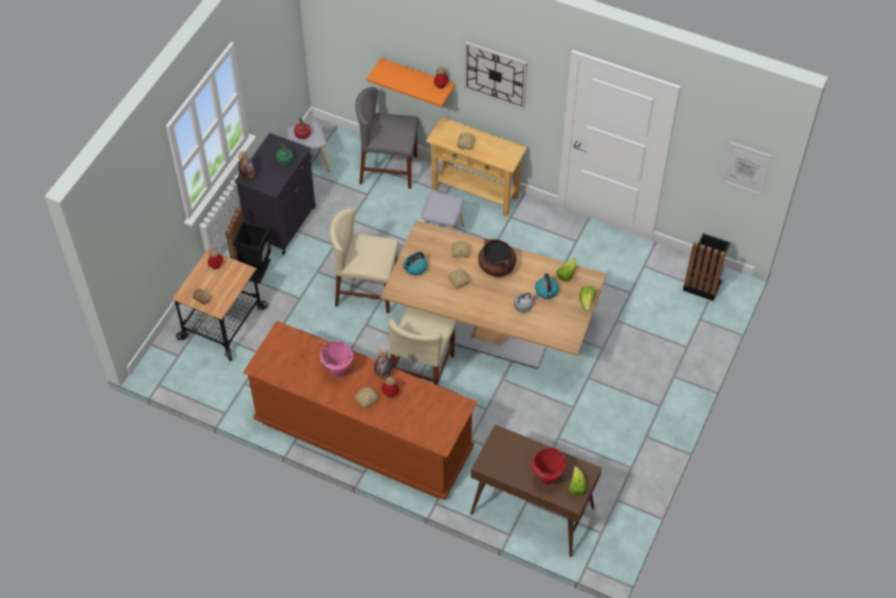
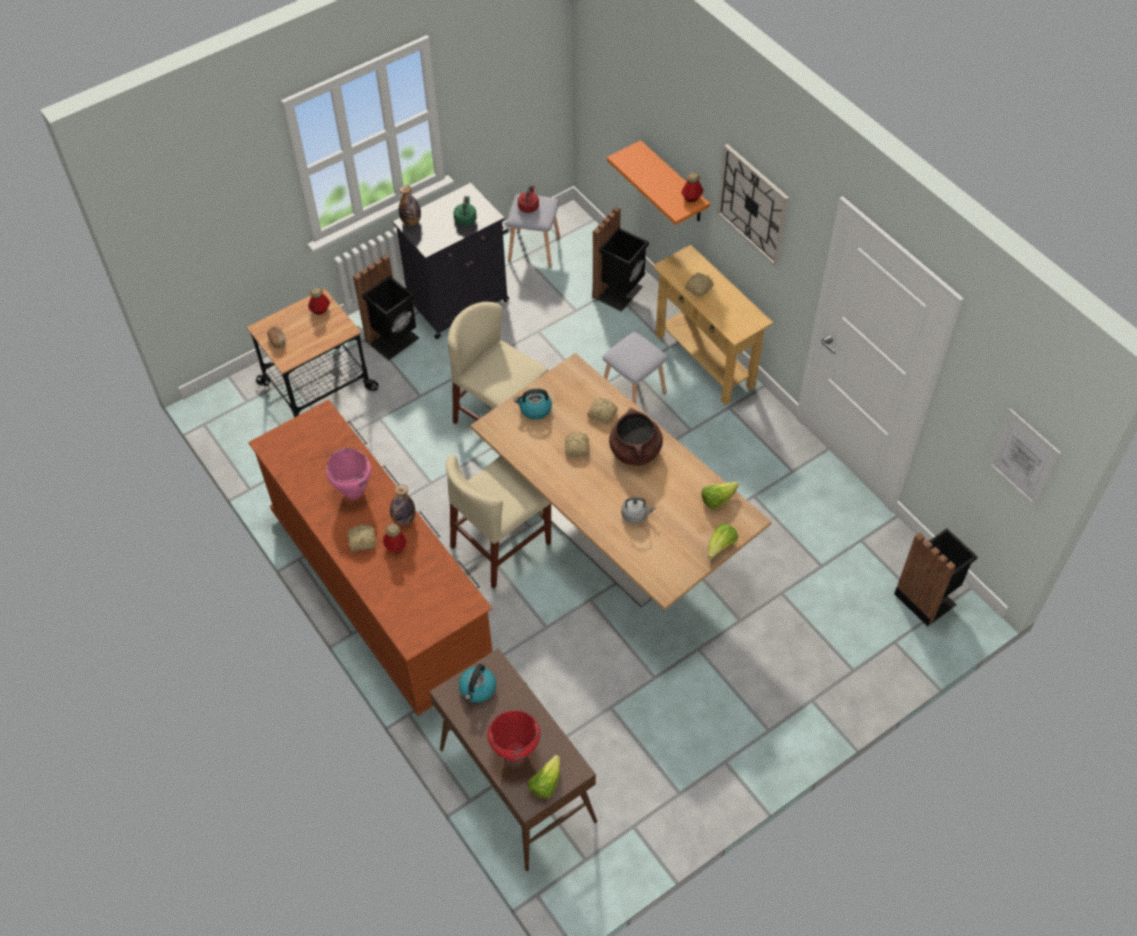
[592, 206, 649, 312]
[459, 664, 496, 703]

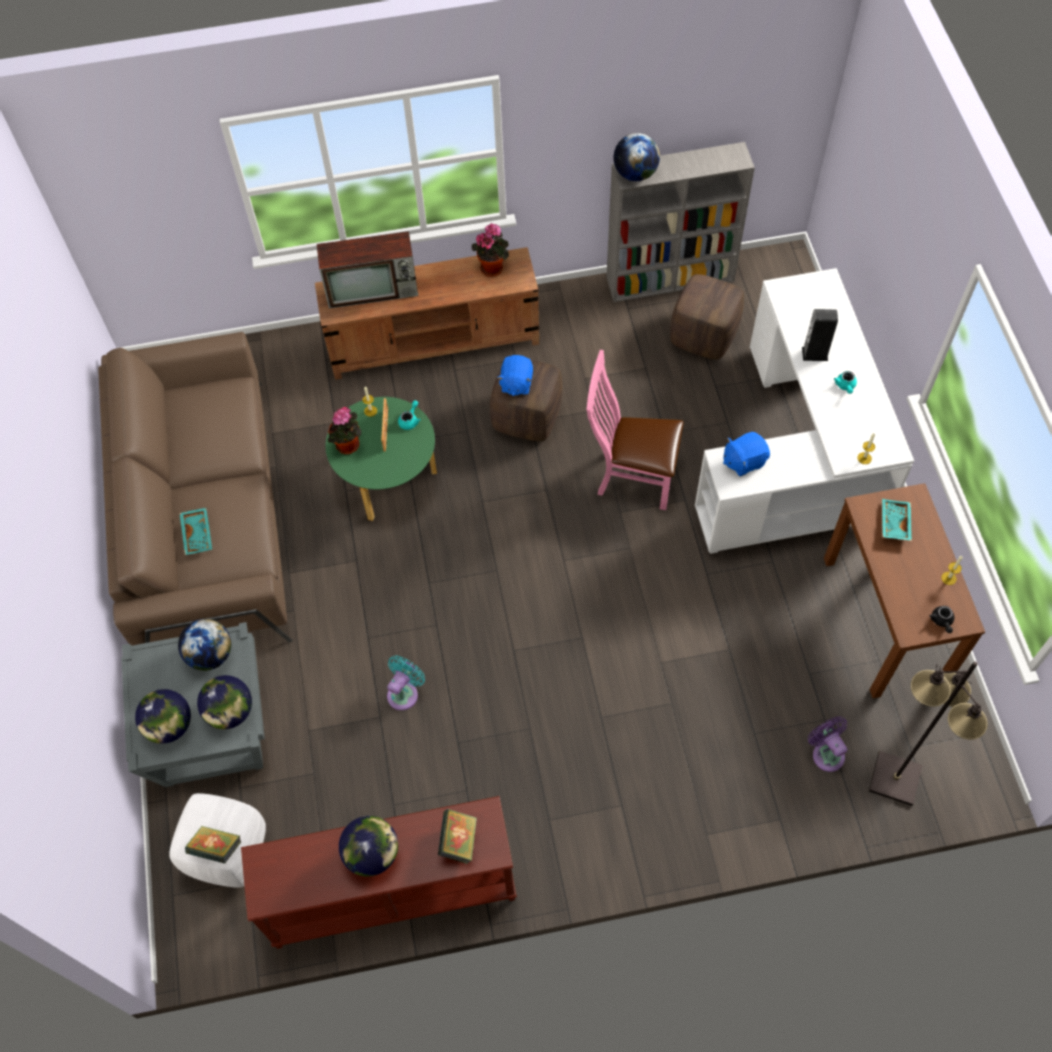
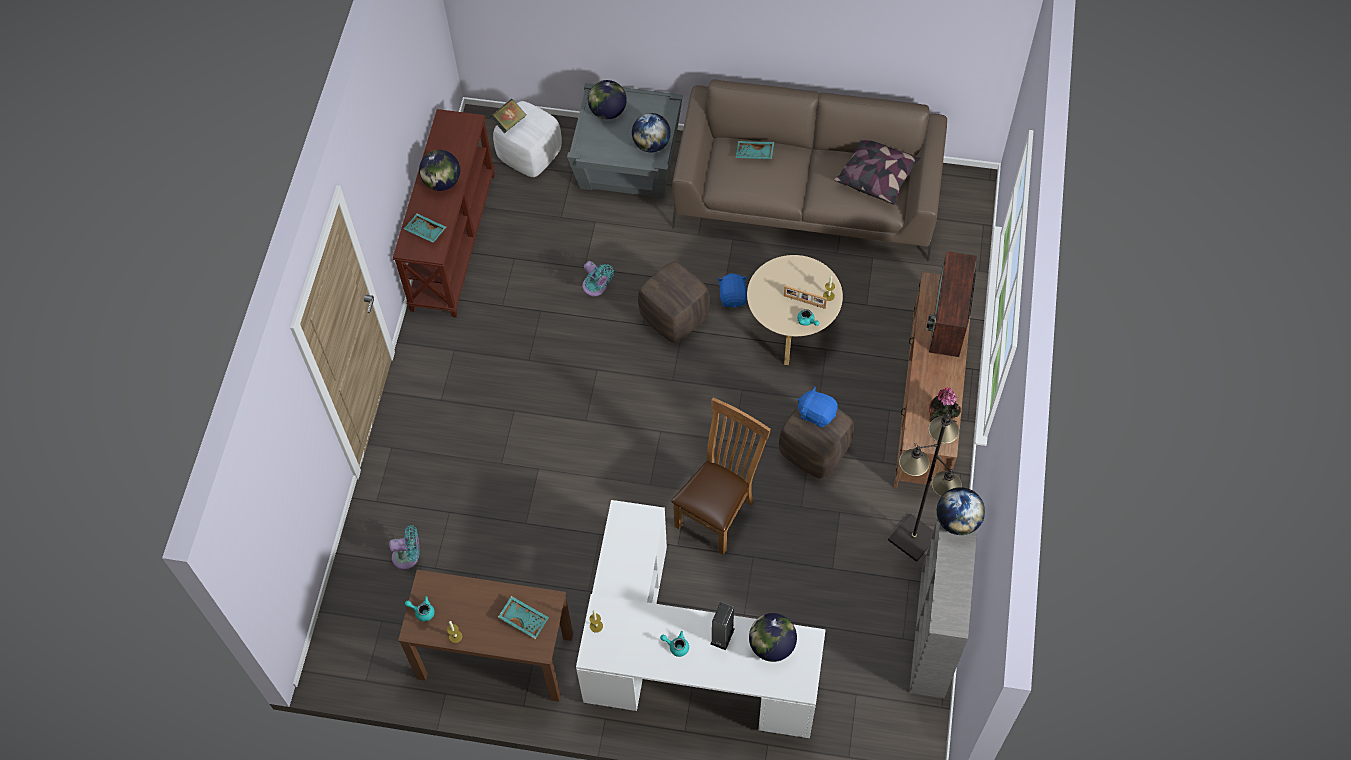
[749, 613, 797, 662]
[747, 255, 843, 365]
[327, 407, 361, 454] (first image)
[403, 214, 446, 243]
[671, 397, 771, 555]
[638, 262, 710, 343]
[718, 274, 747, 308]
[389, 525, 420, 570]
[888, 413, 962, 562]
[405, 596, 435, 622]
[834, 140, 920, 205]

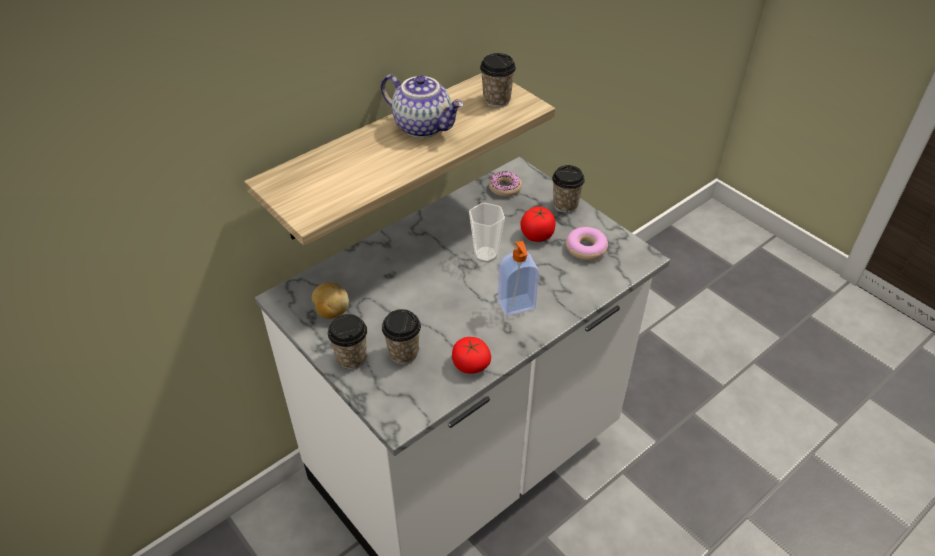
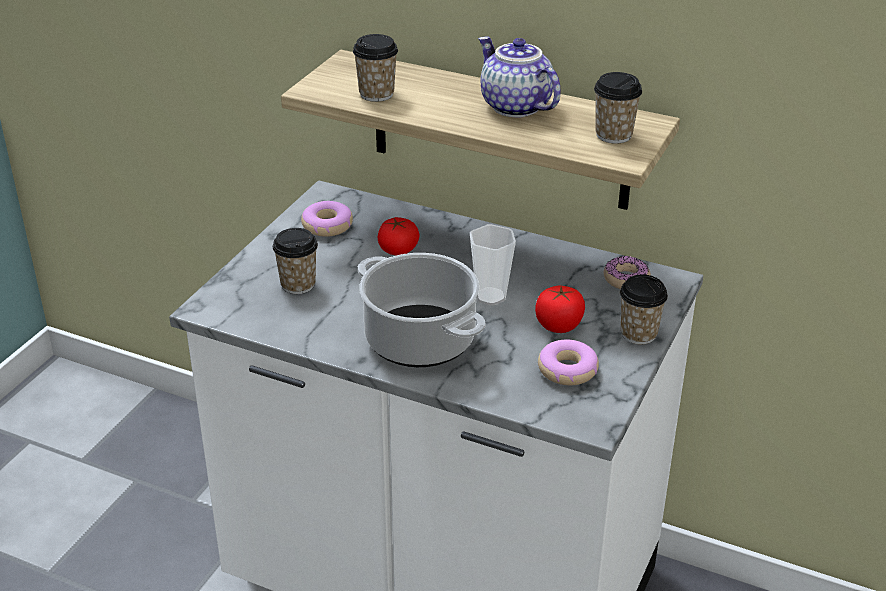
[301, 201, 353, 237]
[353, 34, 398, 102]
[478, 36, 561, 117]
[378, 217, 419, 255]
[358, 253, 486, 367]

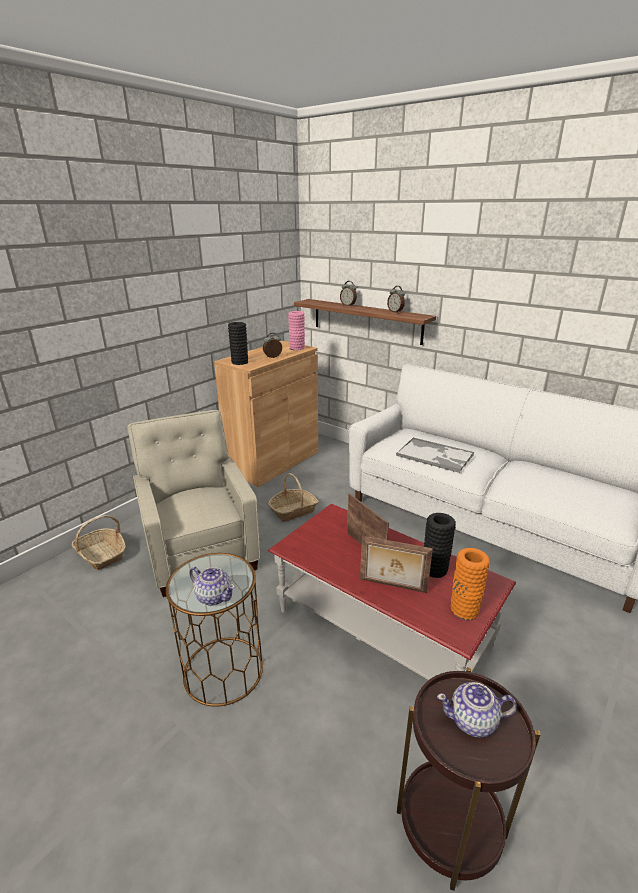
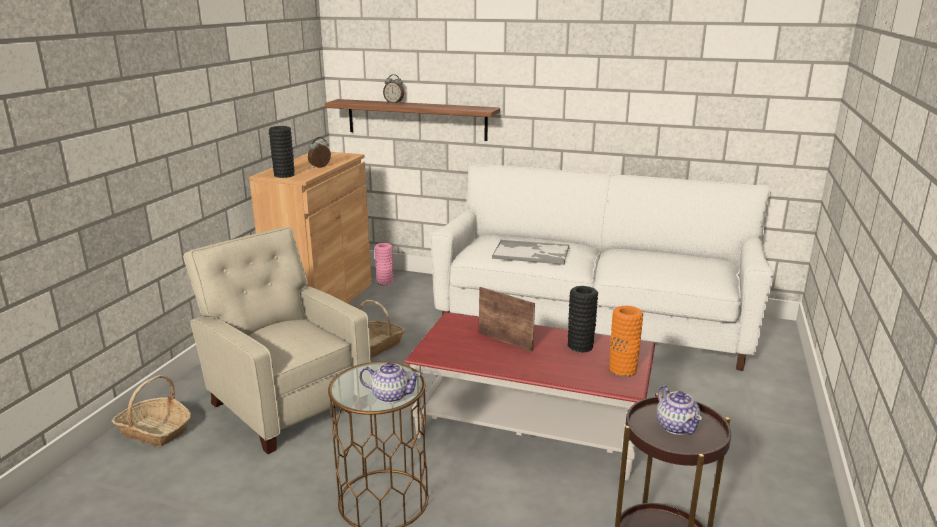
[374, 243, 393, 285]
[360, 536, 433, 593] (first image)
[387, 286, 405, 313] (first image)
[657, 386, 702, 435]

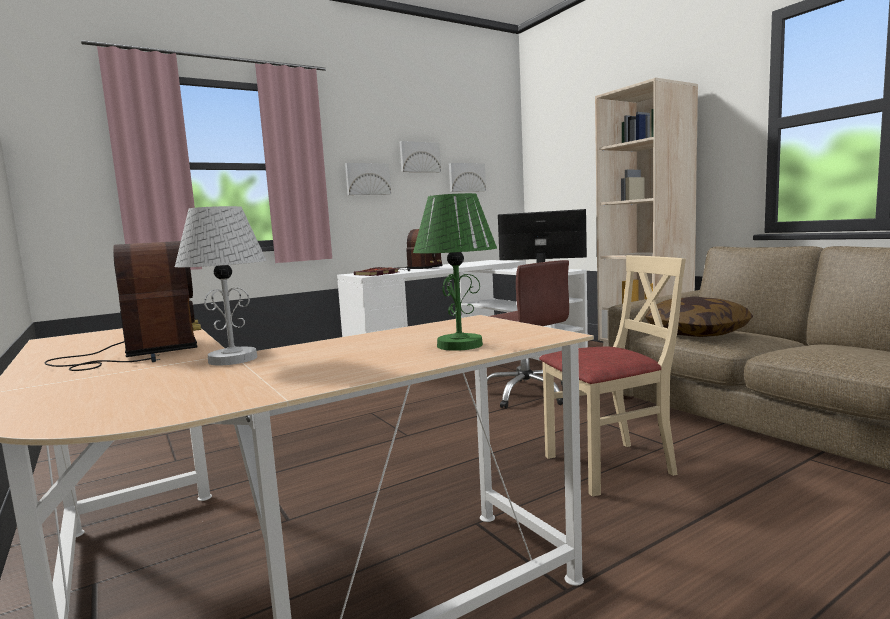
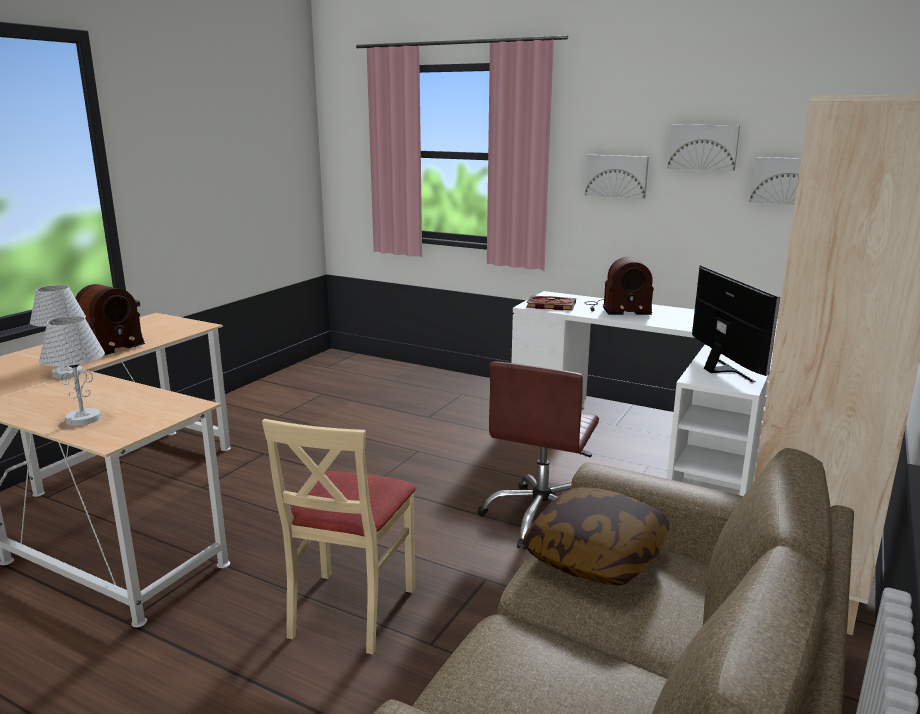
[39, 316, 105, 426]
[262, 419, 416, 654]

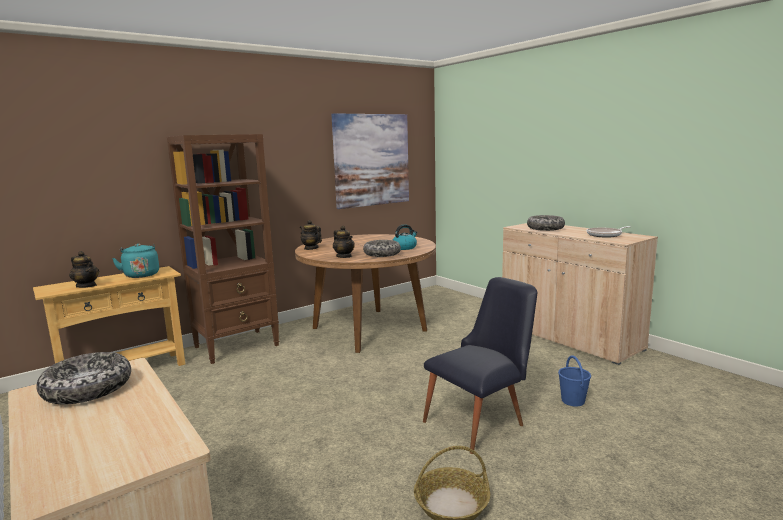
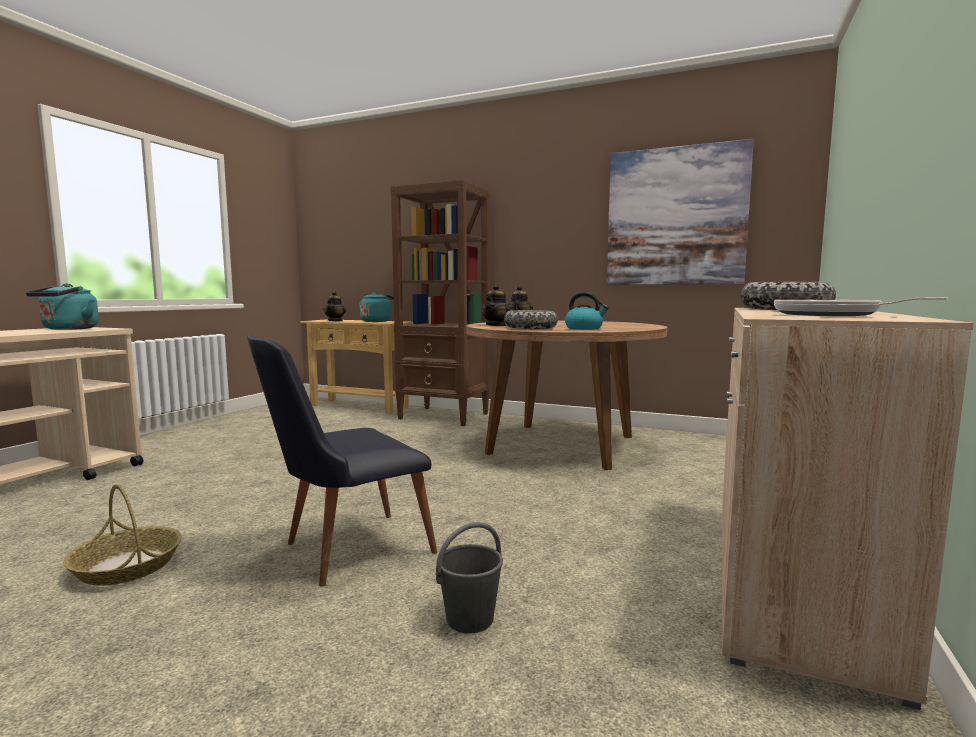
[26, 283, 99, 330]
[247, 335, 437, 587]
[436, 522, 503, 634]

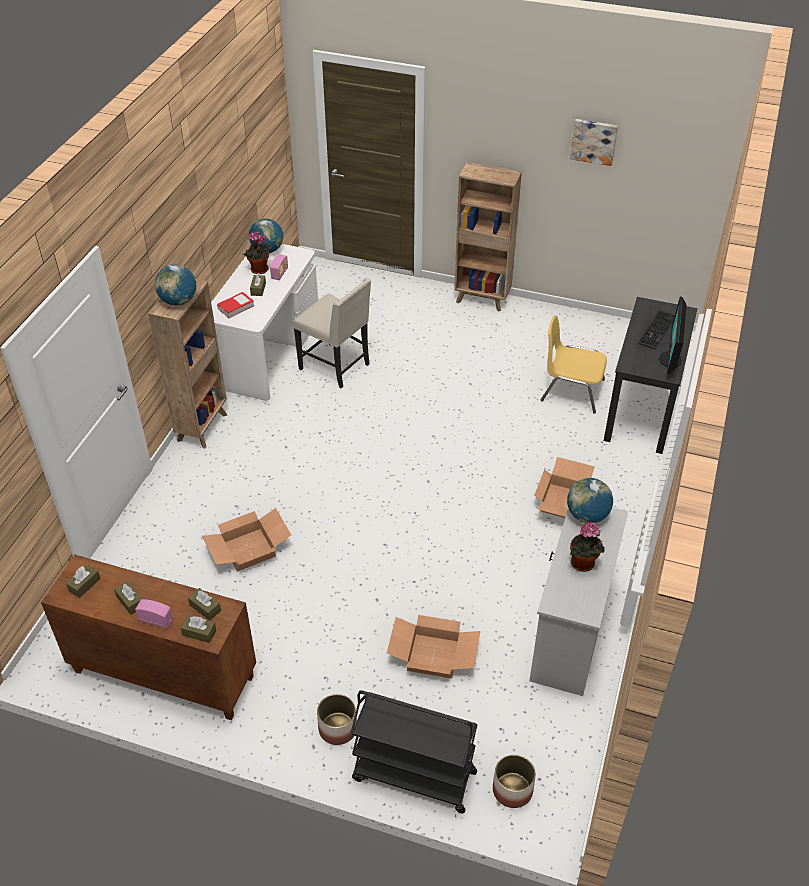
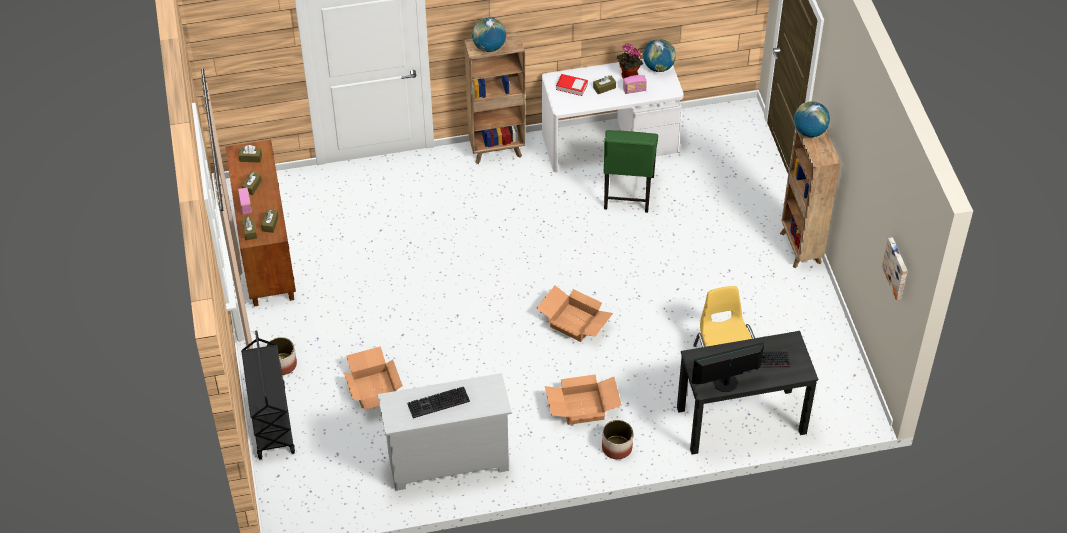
[537, 286, 613, 342]
[604, 130, 658, 213]
[602, 420, 633, 459]
[794, 101, 830, 137]
[882, 237, 907, 300]
[408, 387, 470, 418]

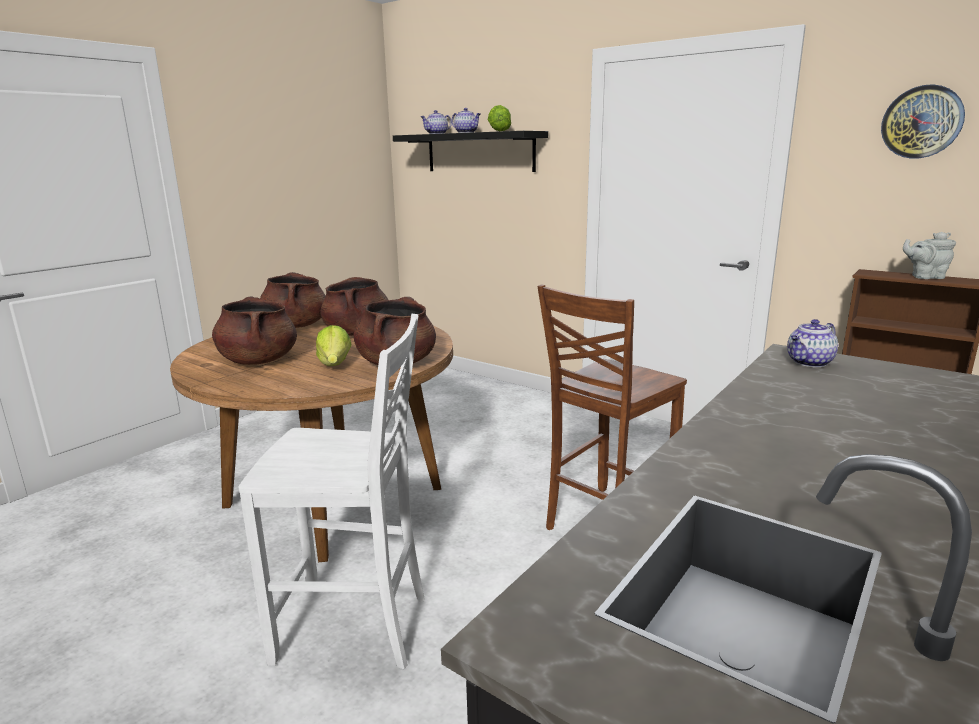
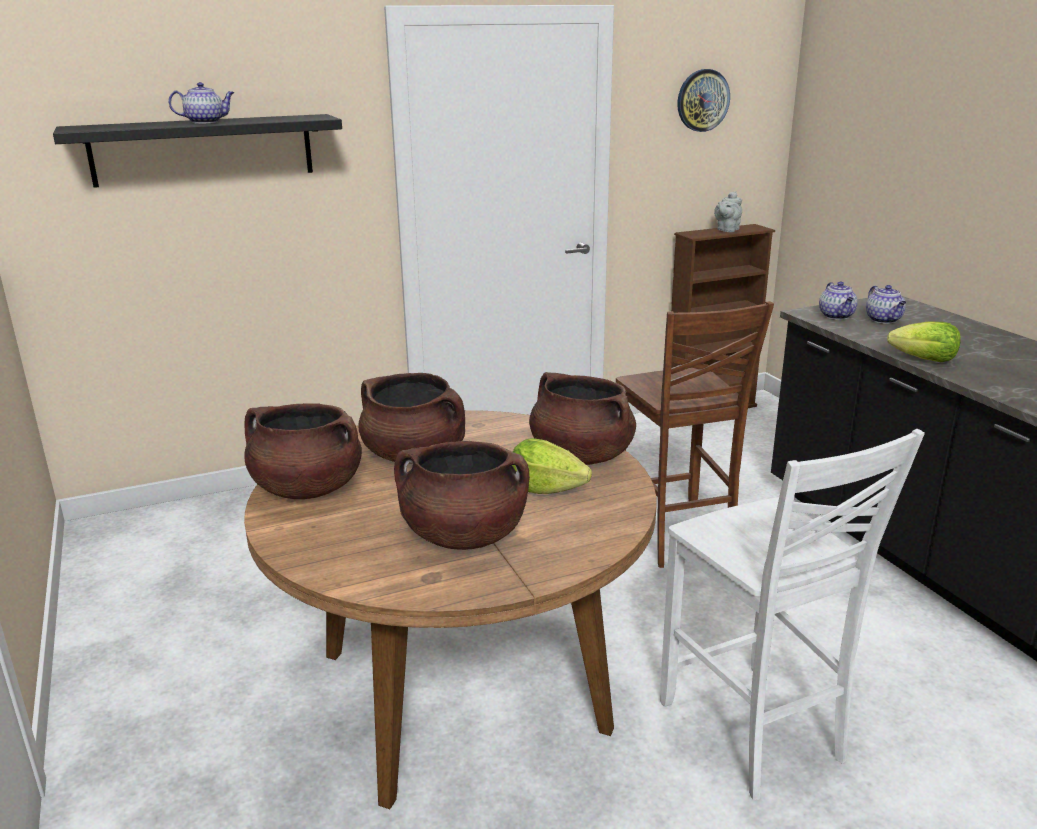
[660, 429, 925, 800]
[866, 285, 906, 324]
[887, 321, 961, 362]

